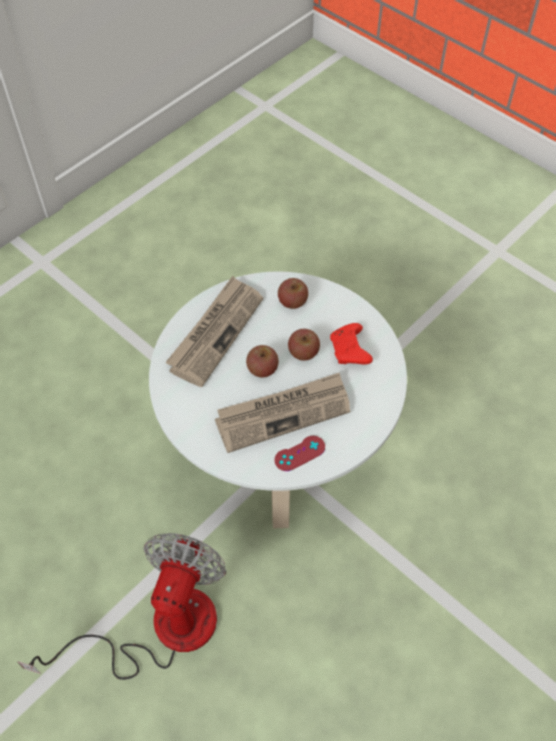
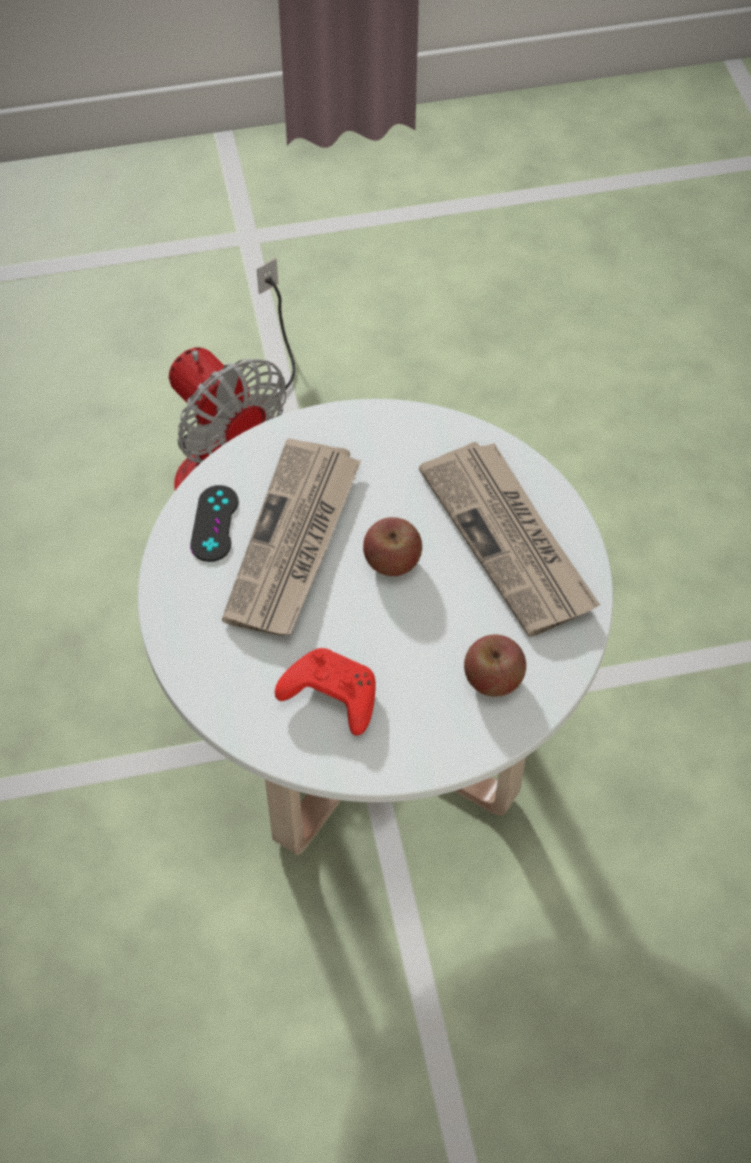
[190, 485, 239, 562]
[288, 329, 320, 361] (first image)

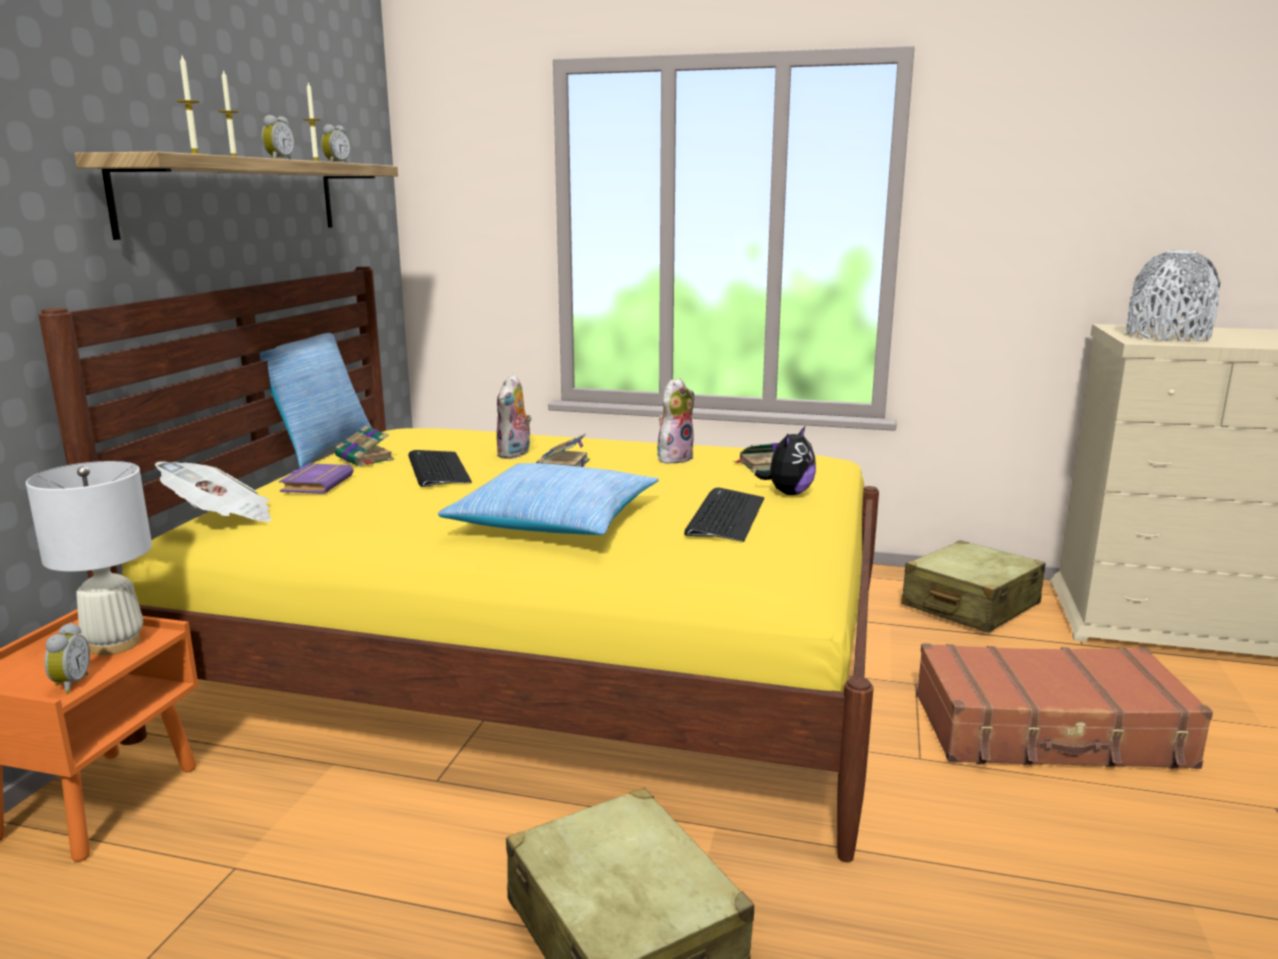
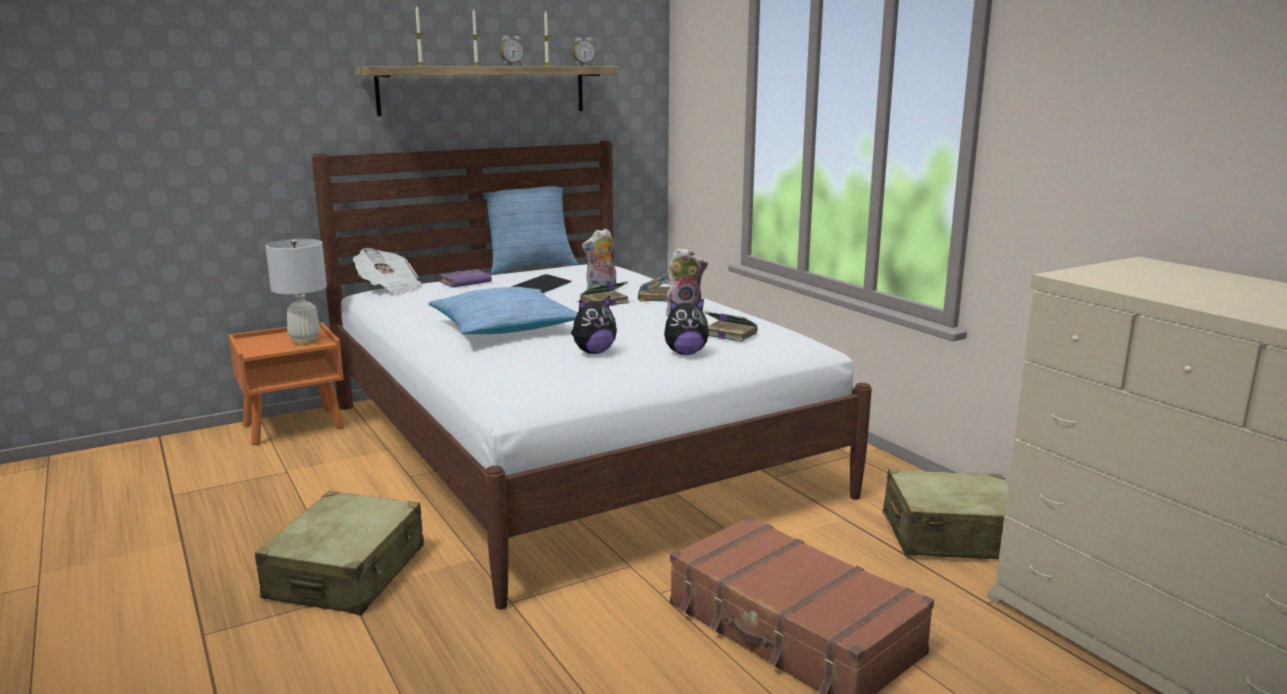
[312, 140, 872, 610]
[45, 622, 90, 694] (first image)
[638, 273, 670, 302]
[571, 296, 617, 354]
[1127, 250, 1221, 342] (first image)

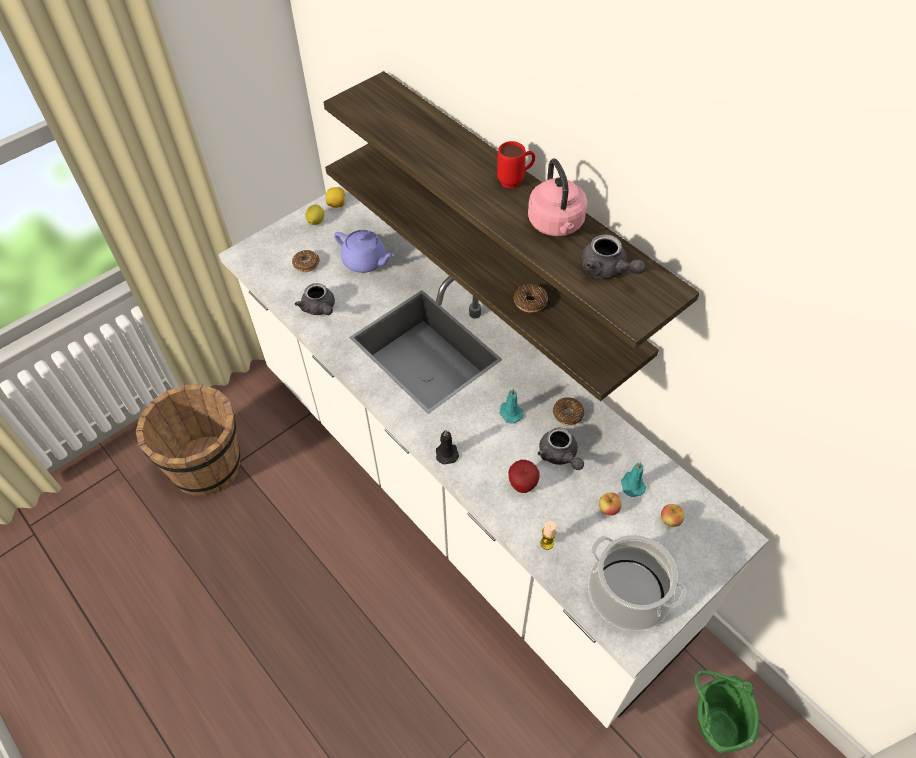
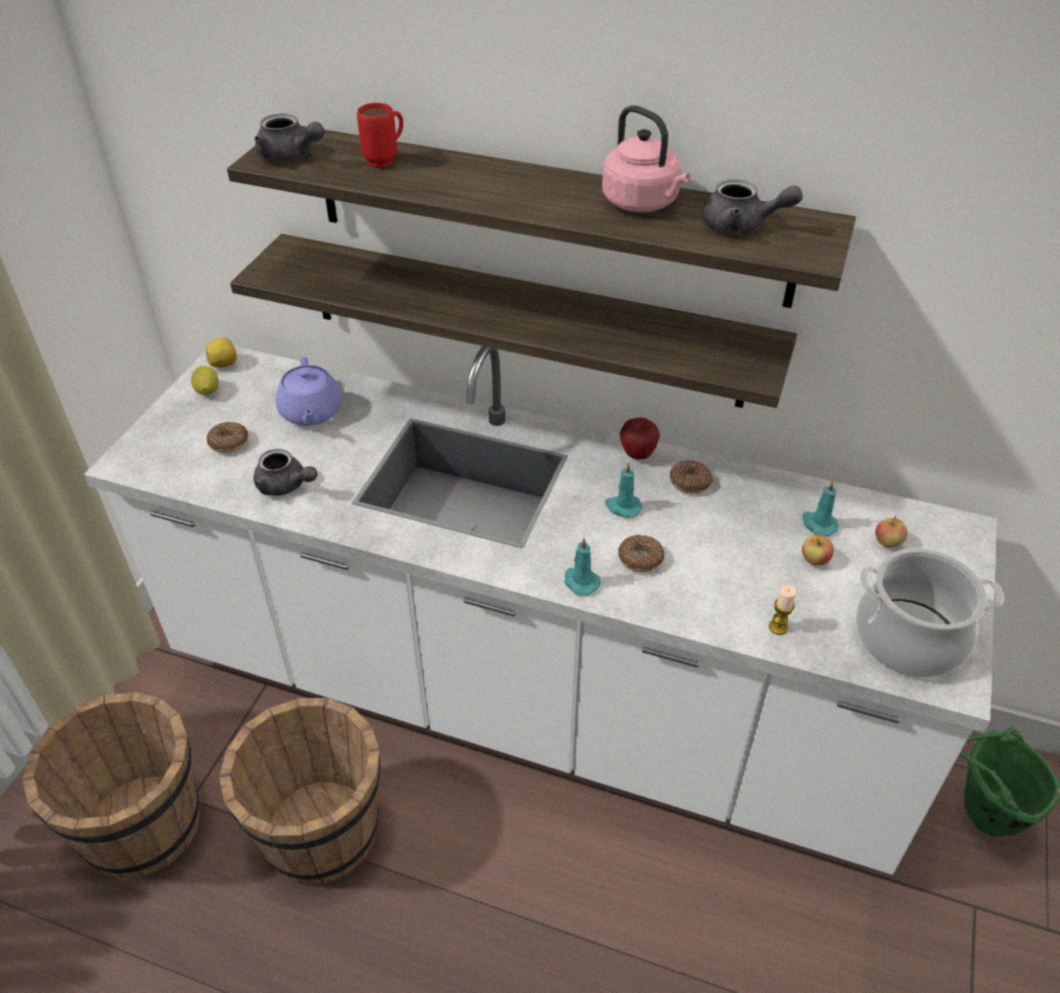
[276, 357, 342, 426]
[564, 538, 601, 596]
[357, 103, 403, 168]
[620, 418, 660, 460]
[618, 534, 664, 572]
[254, 113, 324, 162]
[219, 698, 380, 885]

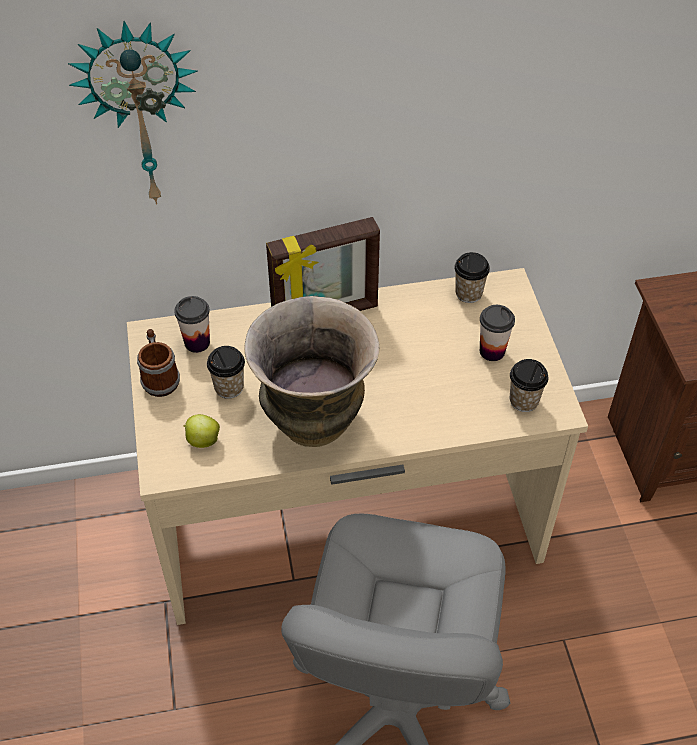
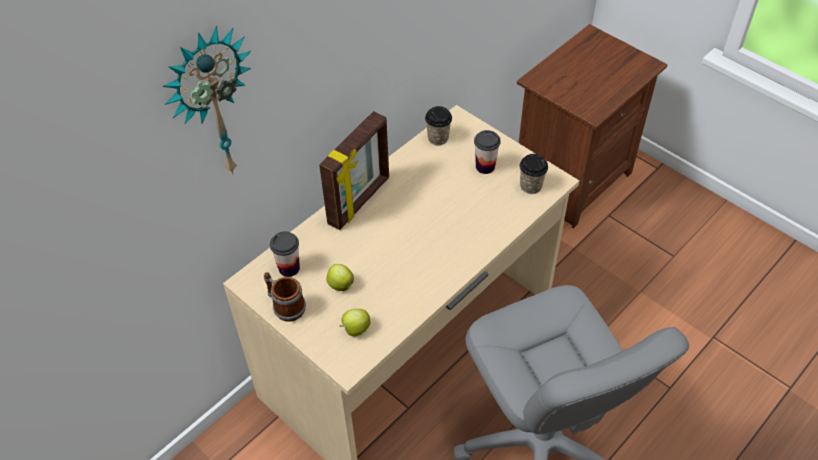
[326, 264, 354, 291]
[245, 296, 380, 447] (first image)

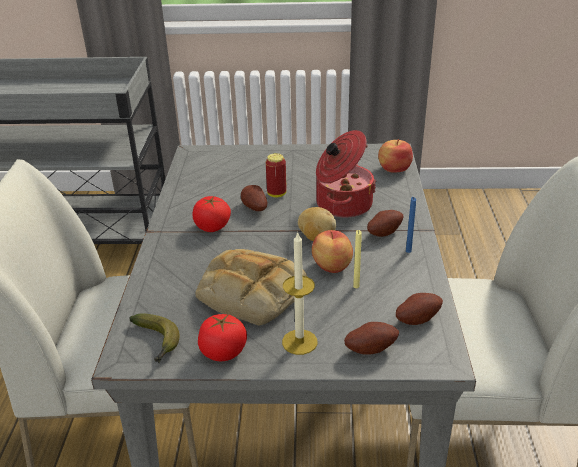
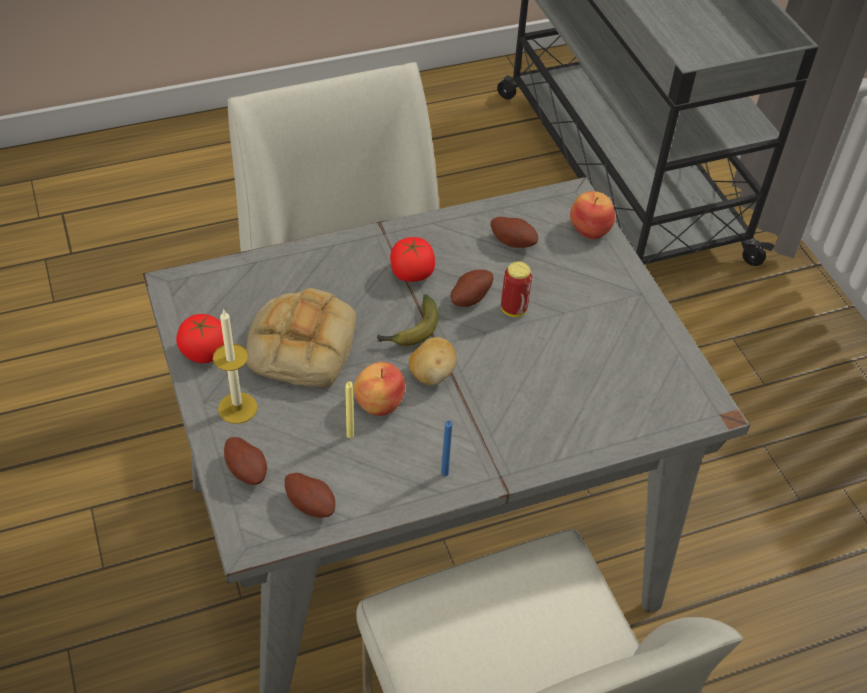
[377, 294, 438, 346]
[316, 130, 376, 218] (first image)
[491, 217, 538, 248]
[570, 191, 615, 239]

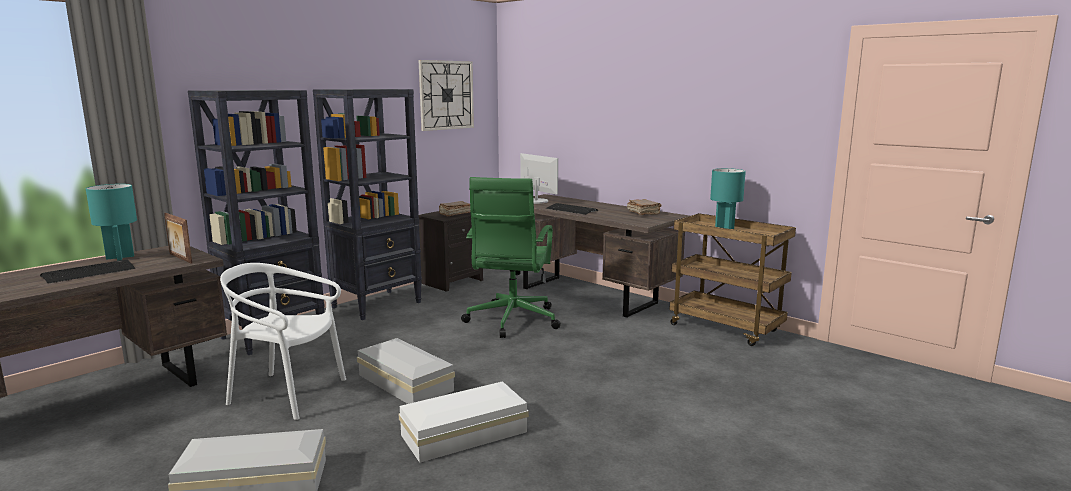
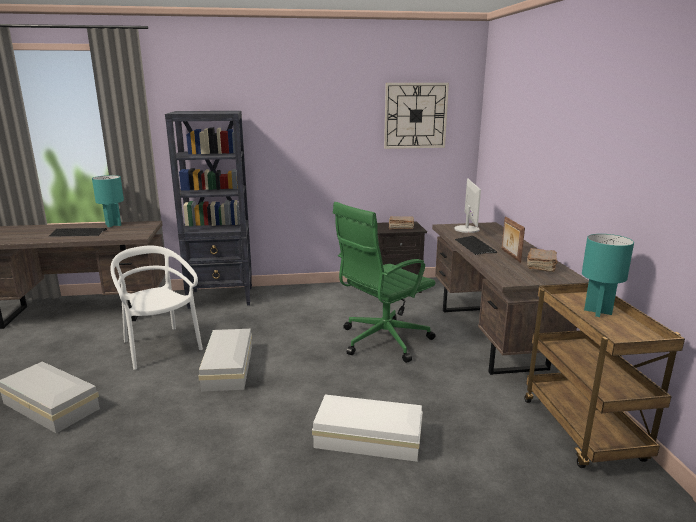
[502, 216, 525, 263]
[313, 89, 422, 320] (first image)
[312, 395, 423, 462]

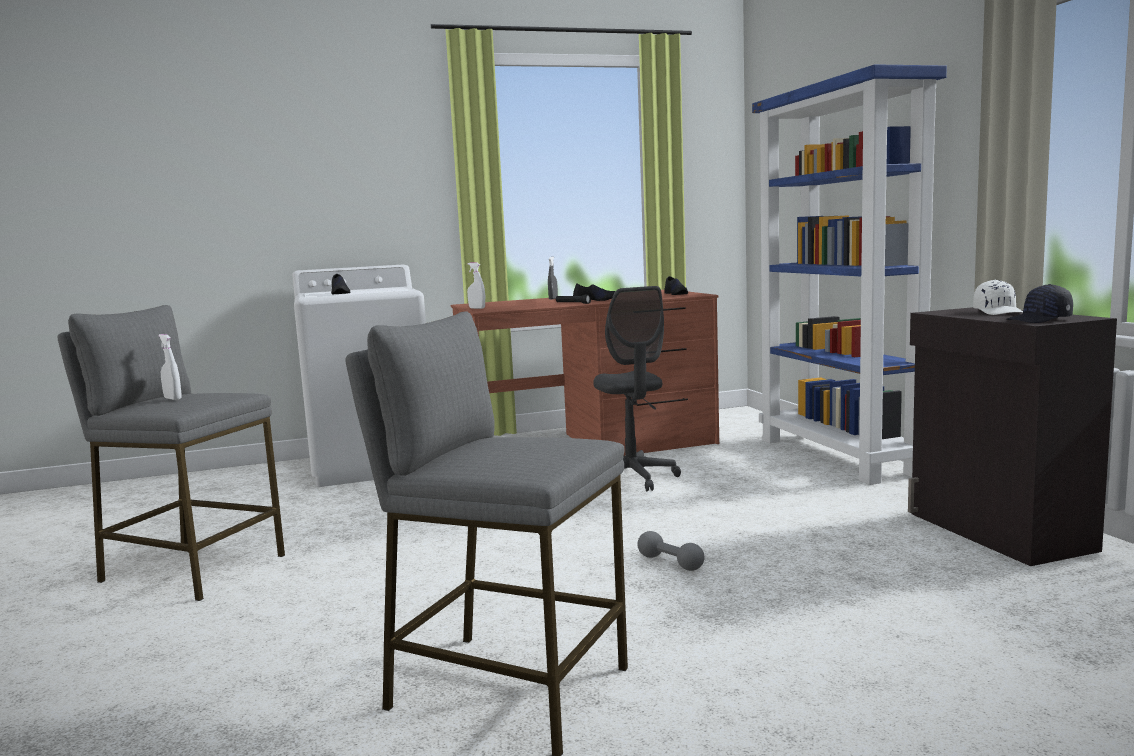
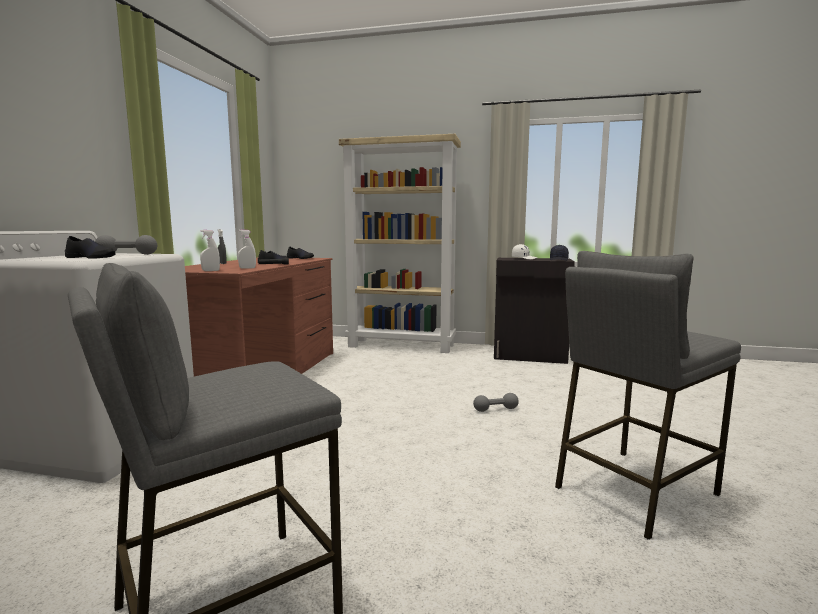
[238, 230, 256, 269]
[593, 286, 681, 491] (first image)
[339, 134, 461, 353]
[95, 235, 157, 255]

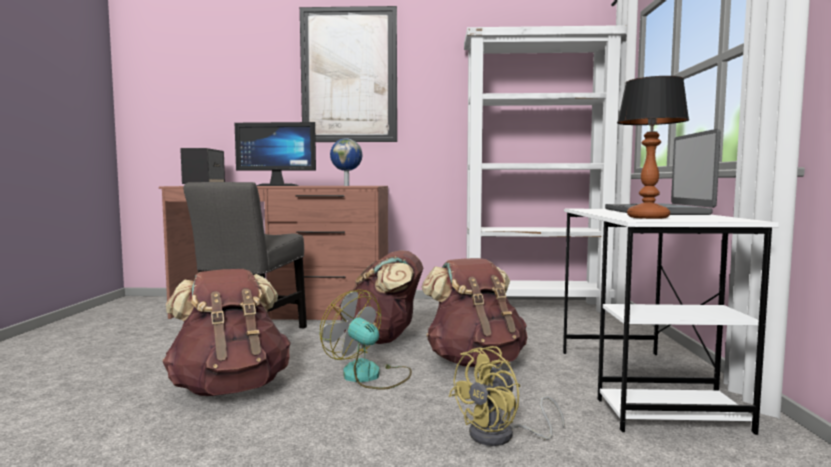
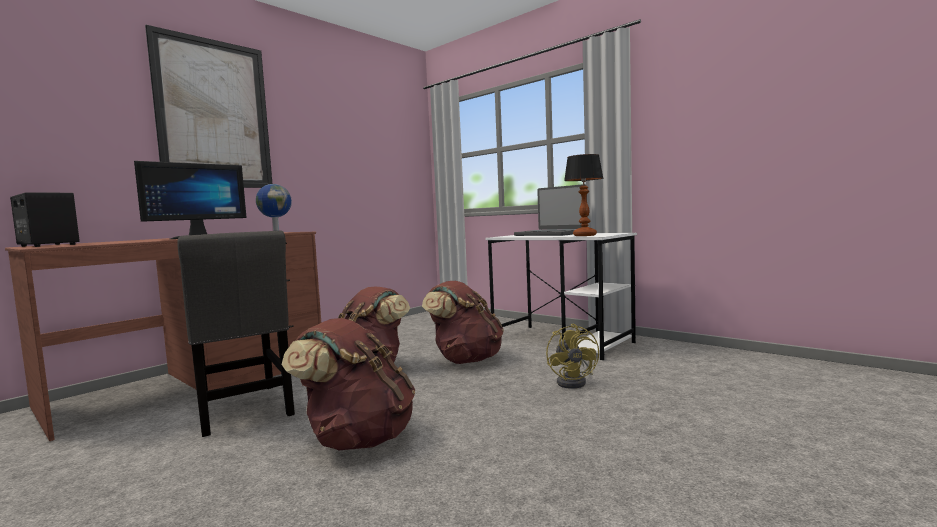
[319, 289, 412, 390] (first image)
[464, 25, 627, 313] (first image)

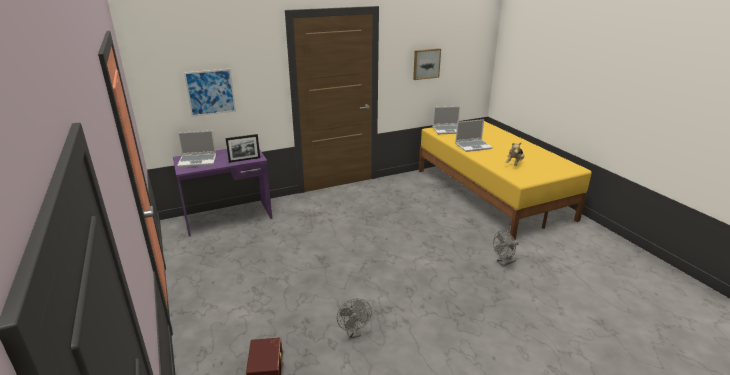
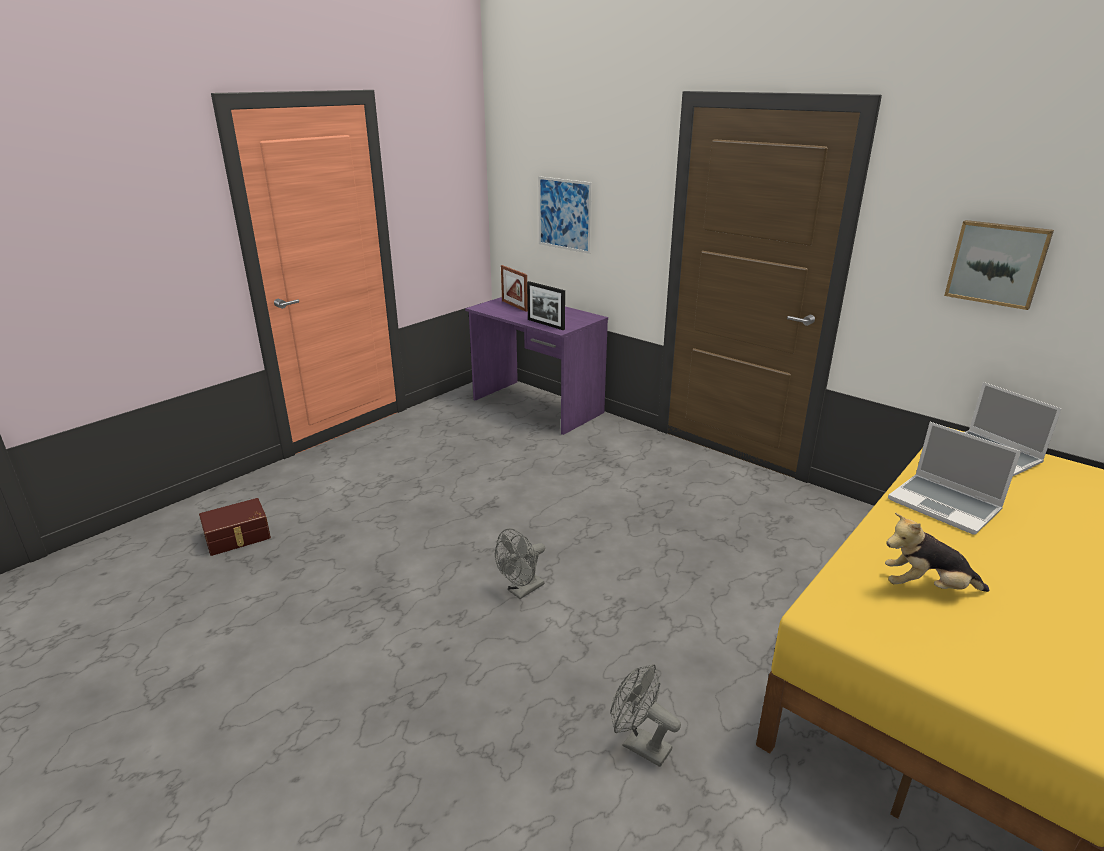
[501, 265, 528, 312]
[495, 528, 545, 599]

